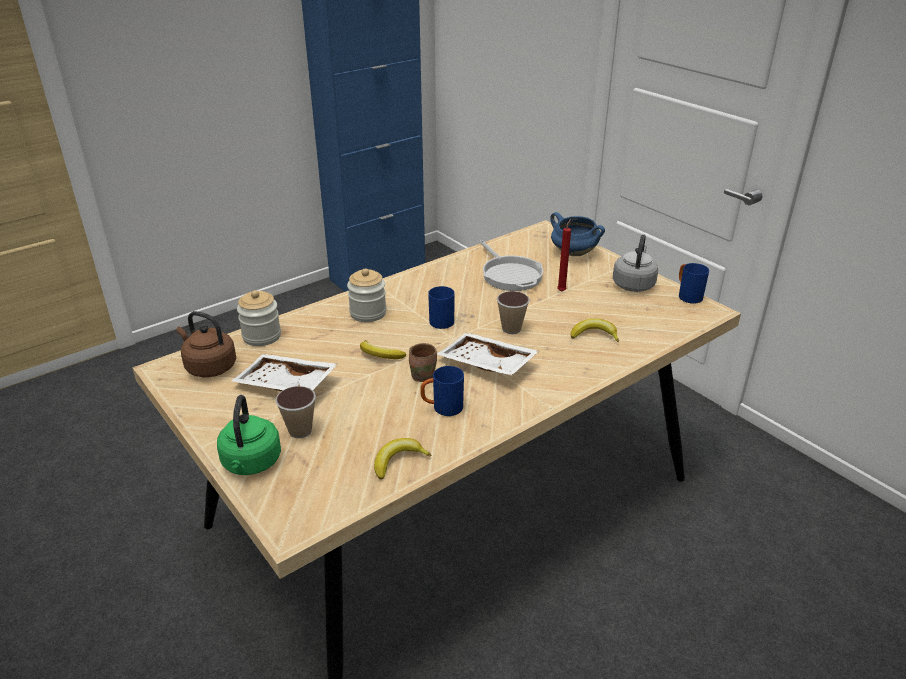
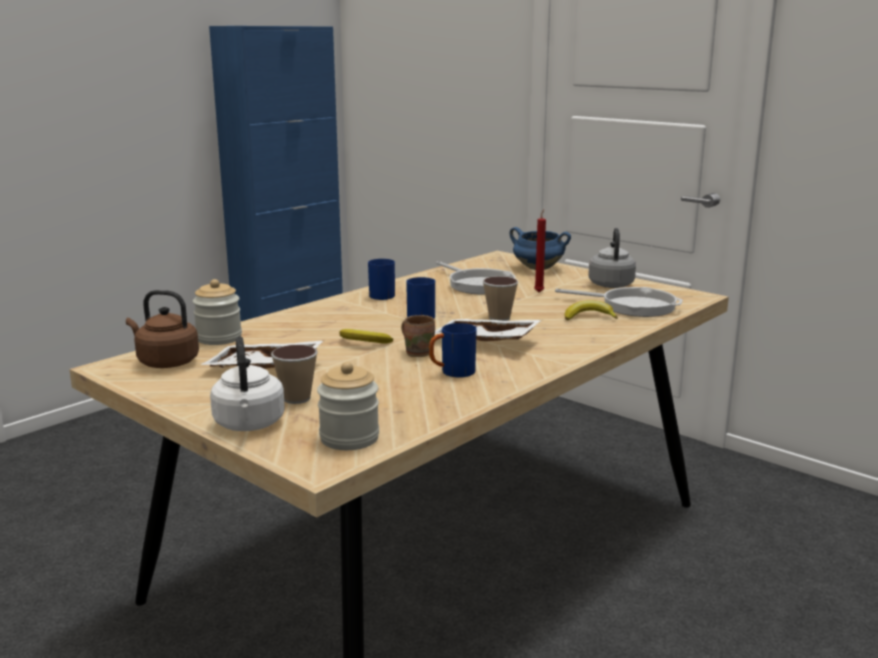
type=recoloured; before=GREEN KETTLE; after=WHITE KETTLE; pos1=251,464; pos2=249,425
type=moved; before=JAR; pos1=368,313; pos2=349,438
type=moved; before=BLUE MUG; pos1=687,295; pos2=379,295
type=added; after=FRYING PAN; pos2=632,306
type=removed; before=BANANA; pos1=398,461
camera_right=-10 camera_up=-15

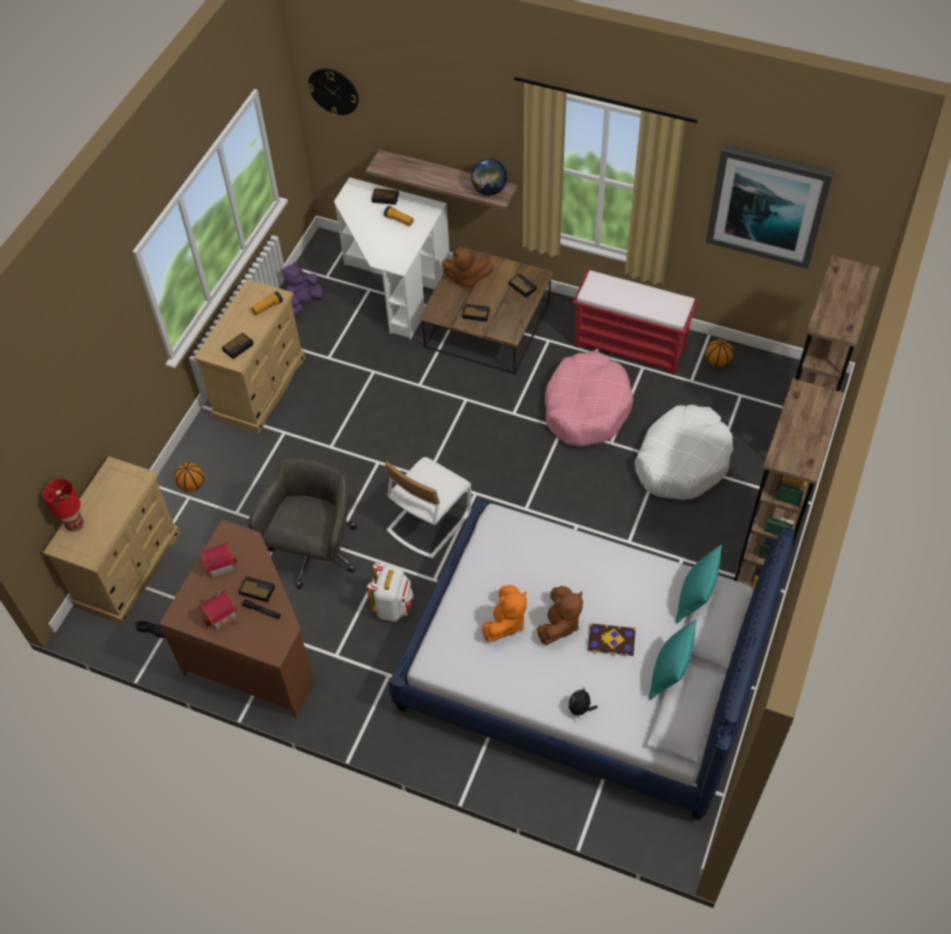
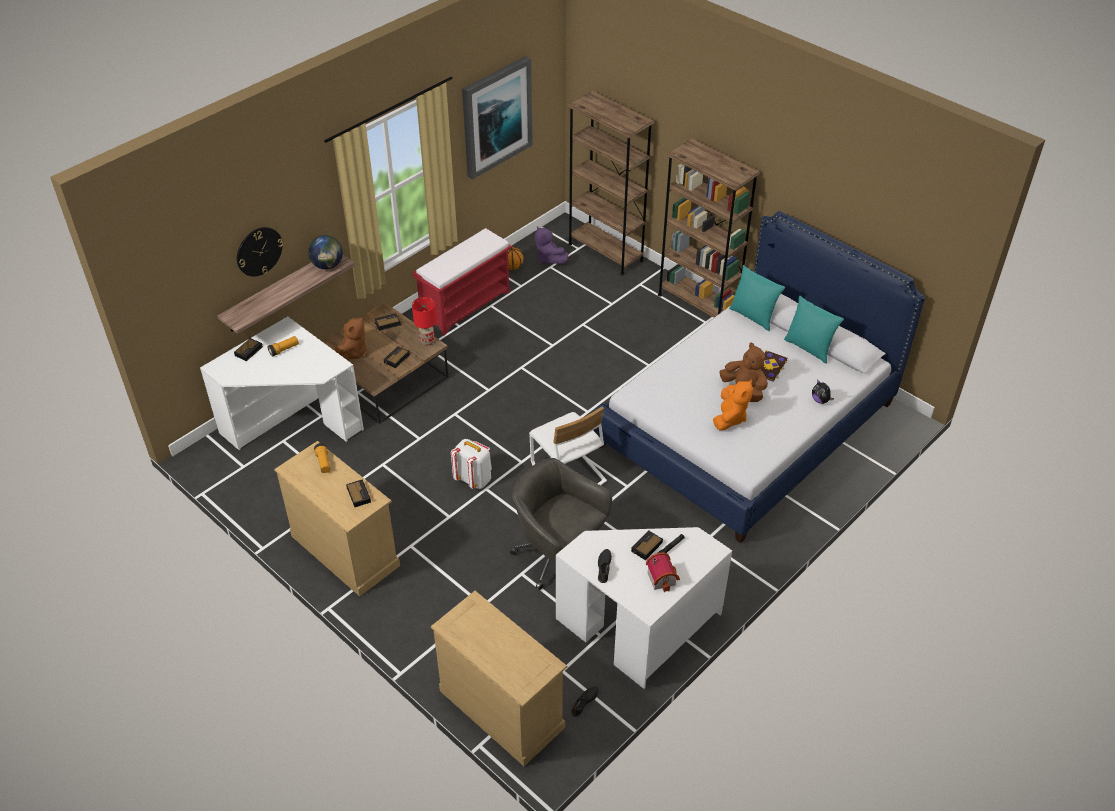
type=moved; before=WALL CLOCK; pos1=333,91; pos2=259,251
type=moved; before=RED TABLE LAMP; pos1=75,525; pos2=427,341
type=moved; before=WHITE BACKPACK; pos1=393,606; pos2=474,479
type=moved; before=PURPLE PLUSH TOY; pos1=304,303; pos2=549,259
type=recoloured; before=BROWN DESK; after=WHITE DESK; pos1=255,649; pos2=640,627
type=replaced; before=TOY HOUSE; after=BLACK SHOE; pos1=219,563; pos2=604,567
type=turned; before=ORANGE PLUSH TOY; pos1=505,623; pos2=730,418; turn=60
type=removed; before=BASKETBALL; pos1=192,485
type=removed; before=PINK DOG BED; pos1=586,407
type=removed; before=WHITE DOG BED; pos1=682,460
camera_right=-70 camera_up=-10

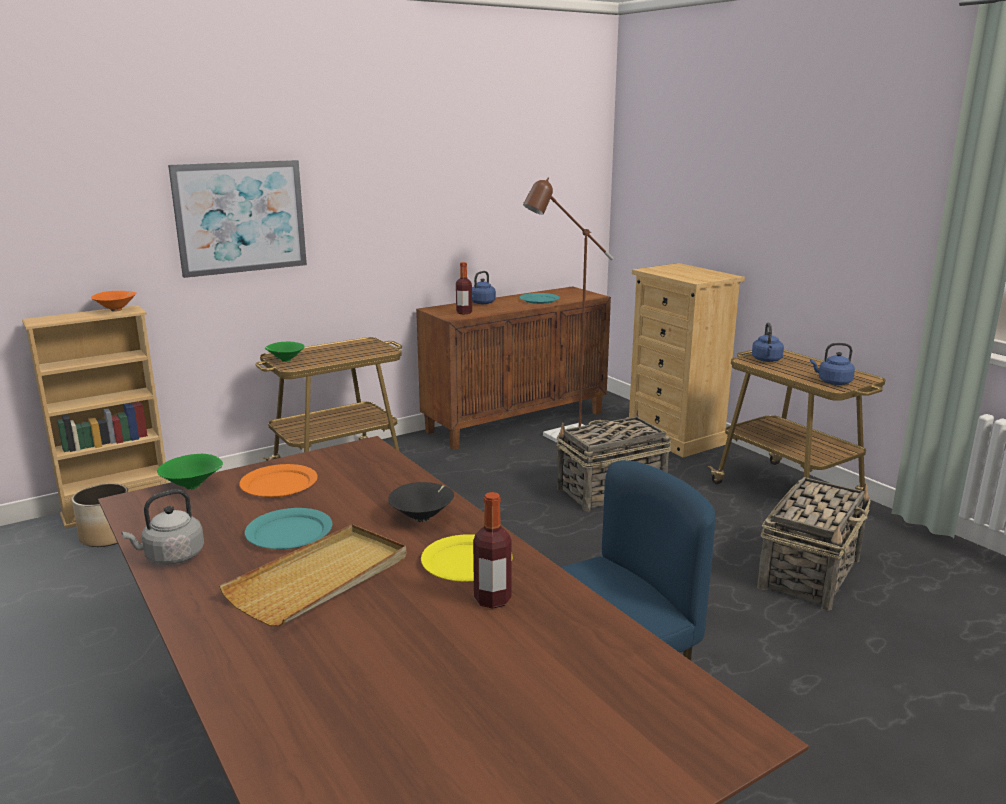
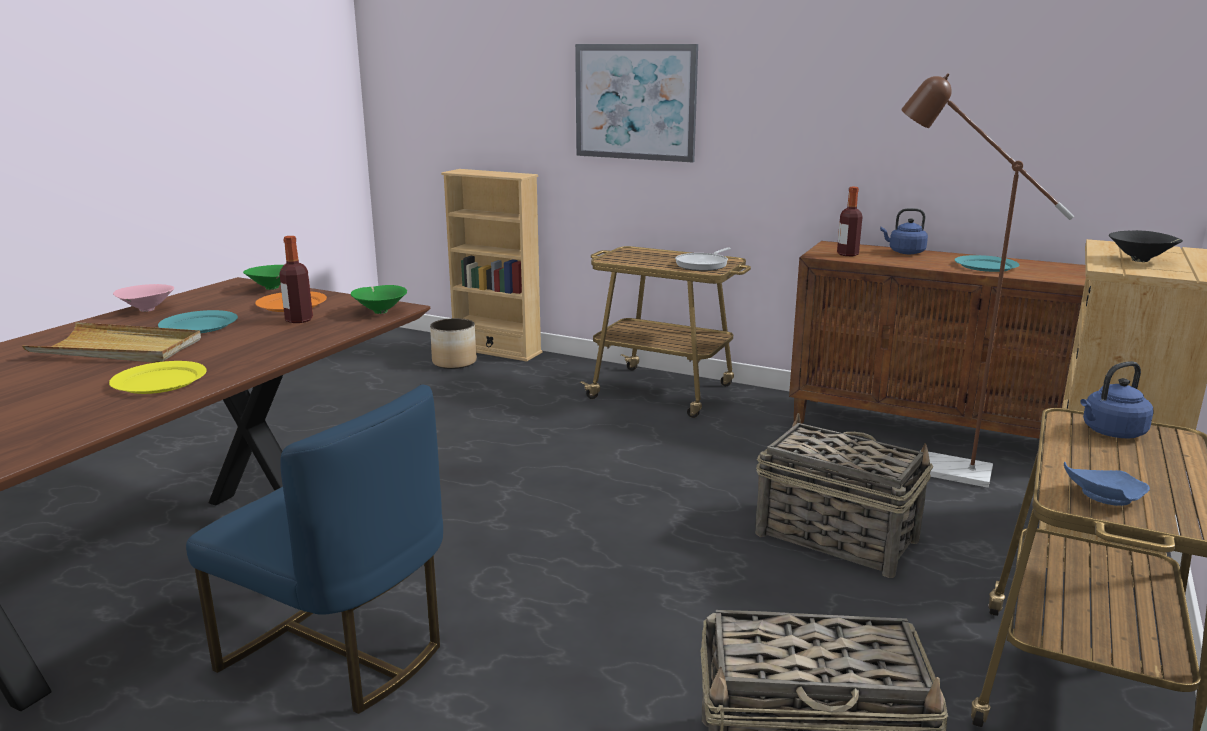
type=replaced; before=GREY KETTLE; after=PINK BOWL; pos1=171,557; pos2=146,310
type=moved; before=BOTTLE; pos1=492,600; pos2=299,320
type=moved; before=GREEN BOWL; pos1=285,360; pos2=380,311
type=added; after=FRYING PAN; pos2=703,265
type=replaced; before=BLUE KETTLE; after=BLUE PLATE; pos1=832,382; pos2=1101,497
type=moved; before=BLACK BOWL; pos1=423,518; pos2=1142,260
type=removed; before=ORANGE BOWL; pos1=117,310
camera_right=60 camera_up=0

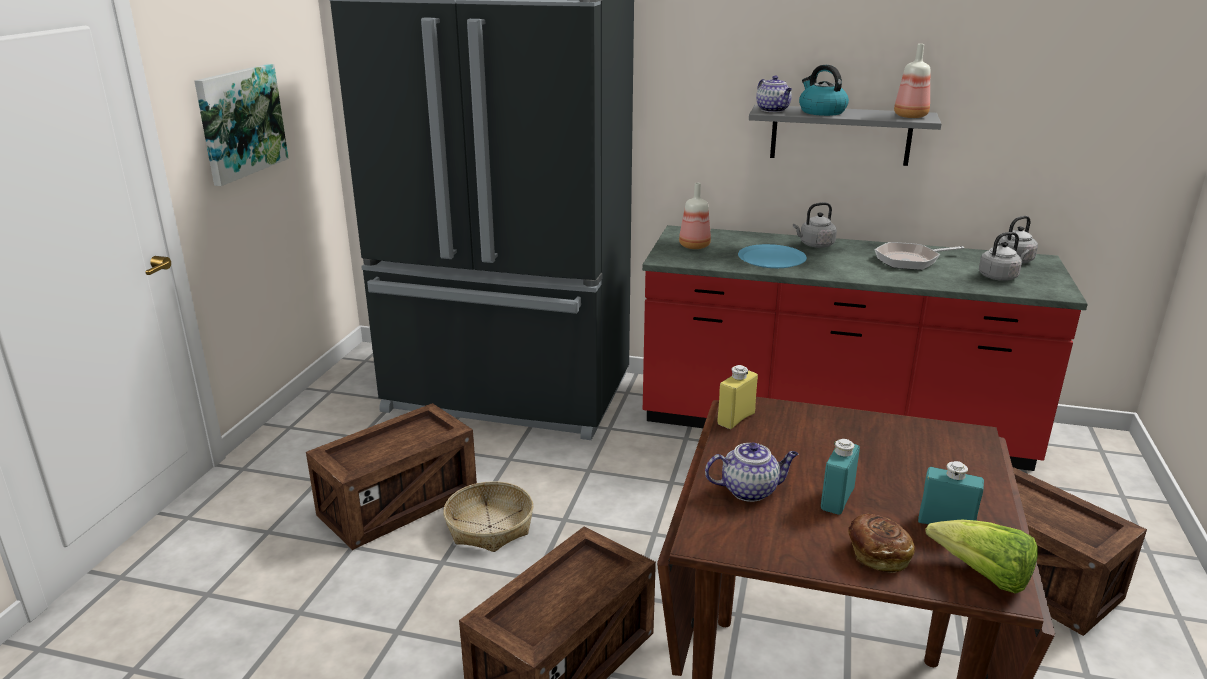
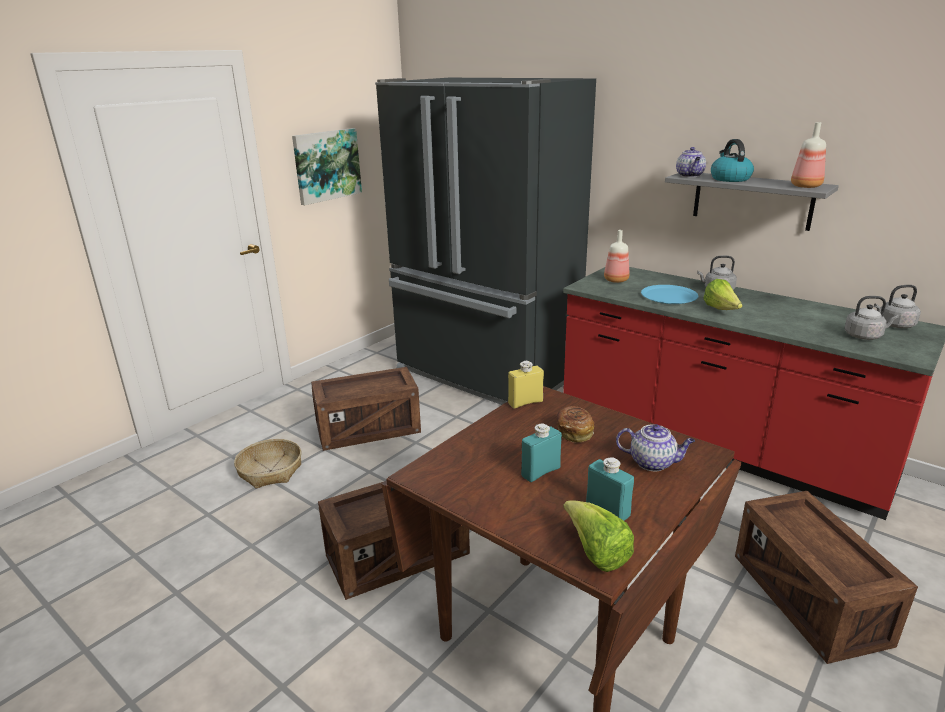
type=moved; before=BASKET; pos1=489,526; pos2=270,470
type=moved; before=BREAD; pos1=877,554; pos2=574,432
type=moved; before=TEAPOT; pos1=750,490; pos2=653,463
type=added; after=LETTUCE; pos2=721,310
type=removed; before=FRYING PAN; pos1=910,260
camera_right=25 camera_up=0

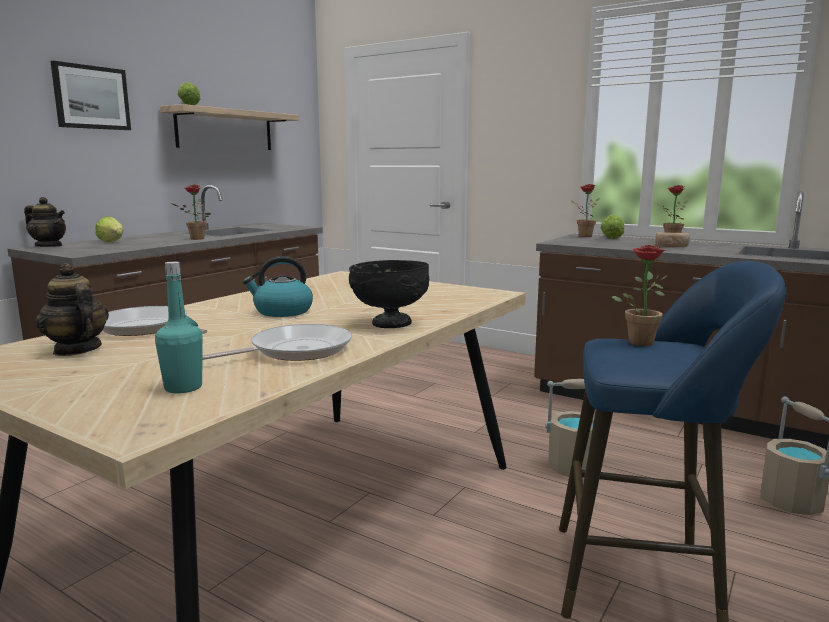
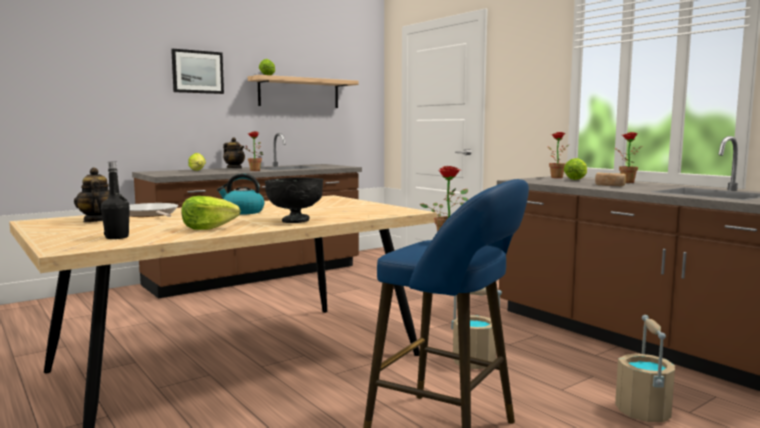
type=recoloured; before=TURQUOISE BOTTLE; after=BLACK BOTTLE; pos1=183,388; pos2=117,237
type=replaced; before=FRYING PAN; after=LETTUCE; pos1=295,350; pos2=208,228
type=moved; before=TEAPOT; pos1=49,246; pos2=234,168
camera_right=20 camera_up=-5

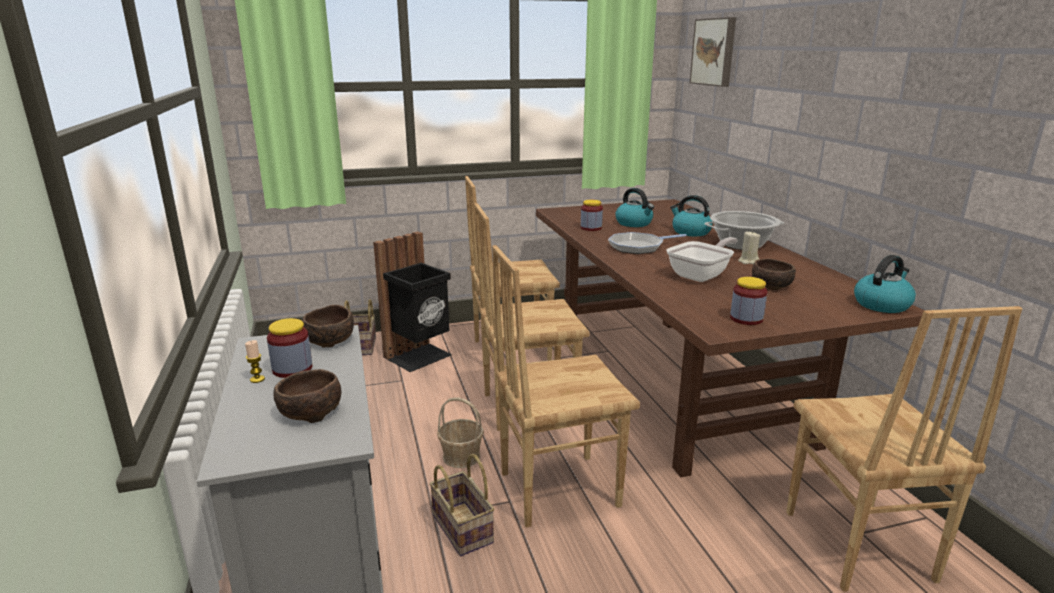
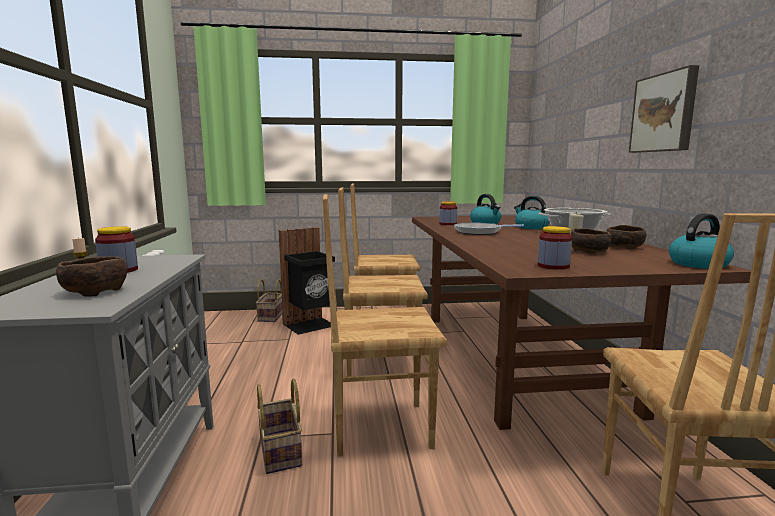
type=moved; before=BROWN BOWL; pos1=330,341; pos2=624,247
type=moved; before=PICTURE; pos1=714,52; pos2=664,113
type=removed; before=BASKET; pos1=461,456
type=removed; before=FRYING PAN; pos1=702,275
camera_right=10 camera_up=-10

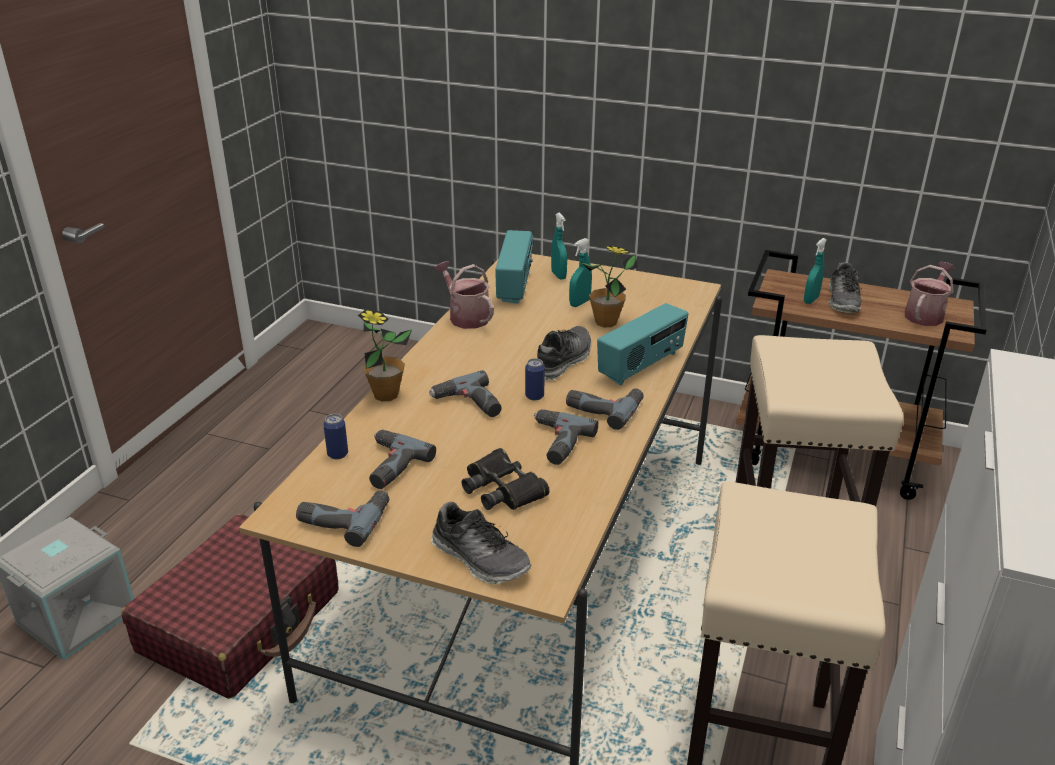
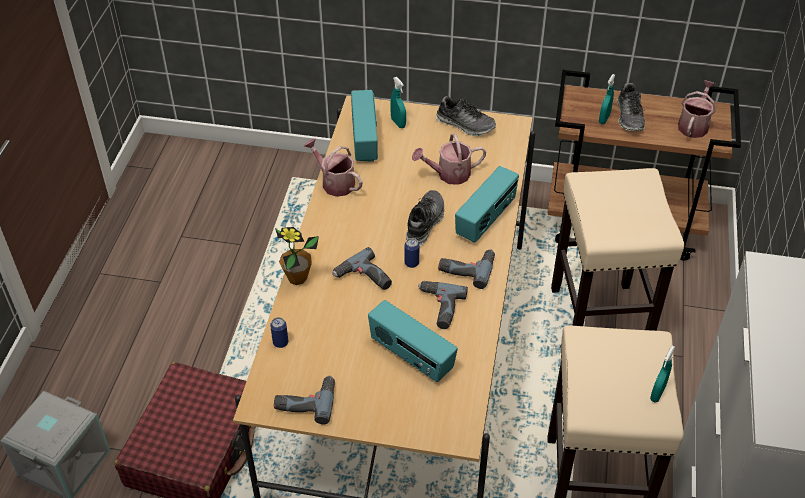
type=replaced; before=BLACK BINOCULARS; after=RADIO; pos1=502,488; pos2=411,357
type=replaced; before=POTTED PLANT; after=WATERING CAN; pos1=606,322; pos2=449,174
type=moved; before=SHOE; pos1=480,559; pos2=465,124
type=moved; before=TURQUOISE SPRAY BOTTLE; pos1=579,303; pos2=657,393
type=removed; before=POWER DRILL; pos1=388,465
camera_right=-10 camera_up=15

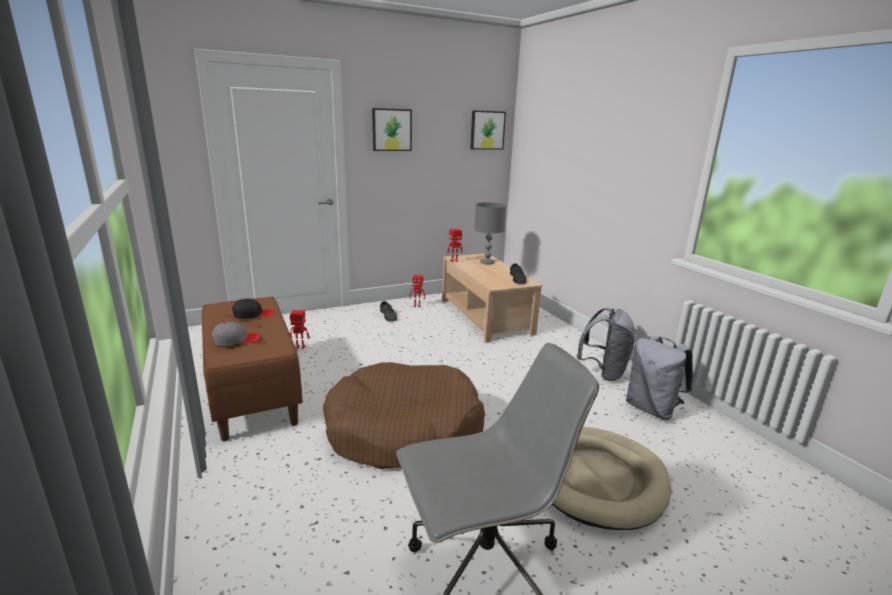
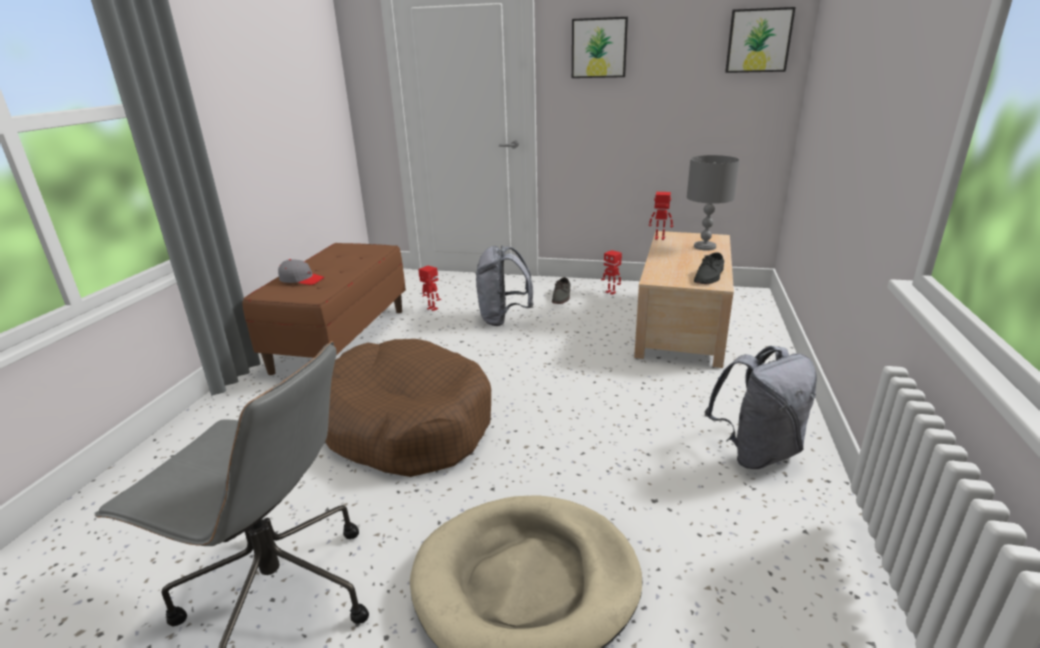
type=moved; before=GREY BACKPACK; pos1=652,409; pos2=503,319
type=removed; before=BLACK CAP; pos1=253,314
camera_right=40 camera_up=5

